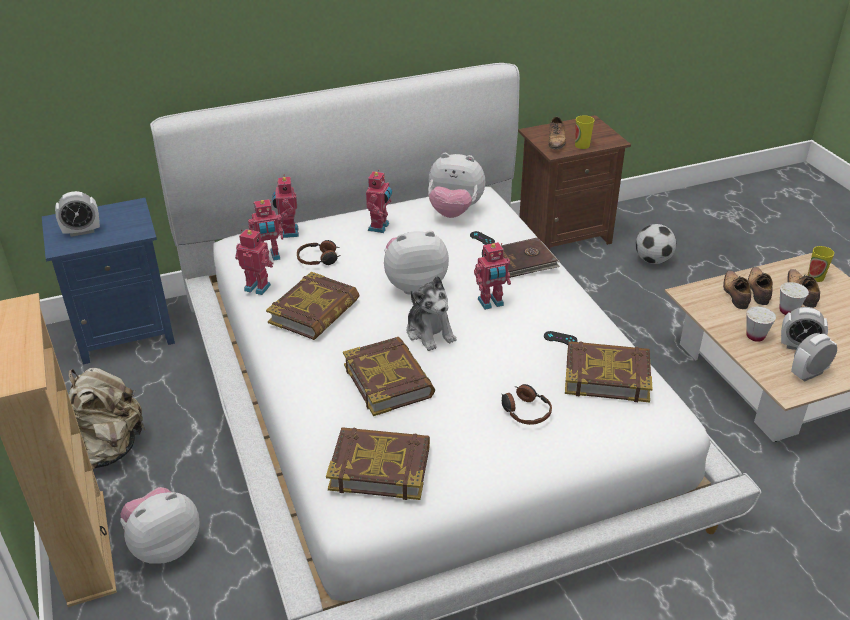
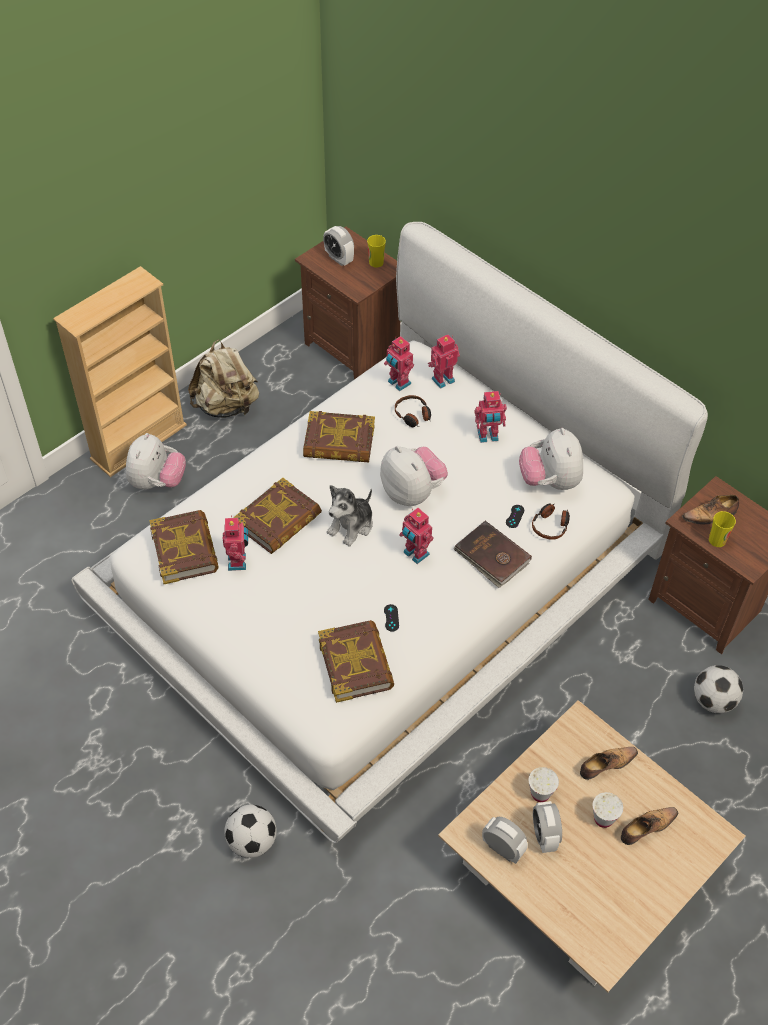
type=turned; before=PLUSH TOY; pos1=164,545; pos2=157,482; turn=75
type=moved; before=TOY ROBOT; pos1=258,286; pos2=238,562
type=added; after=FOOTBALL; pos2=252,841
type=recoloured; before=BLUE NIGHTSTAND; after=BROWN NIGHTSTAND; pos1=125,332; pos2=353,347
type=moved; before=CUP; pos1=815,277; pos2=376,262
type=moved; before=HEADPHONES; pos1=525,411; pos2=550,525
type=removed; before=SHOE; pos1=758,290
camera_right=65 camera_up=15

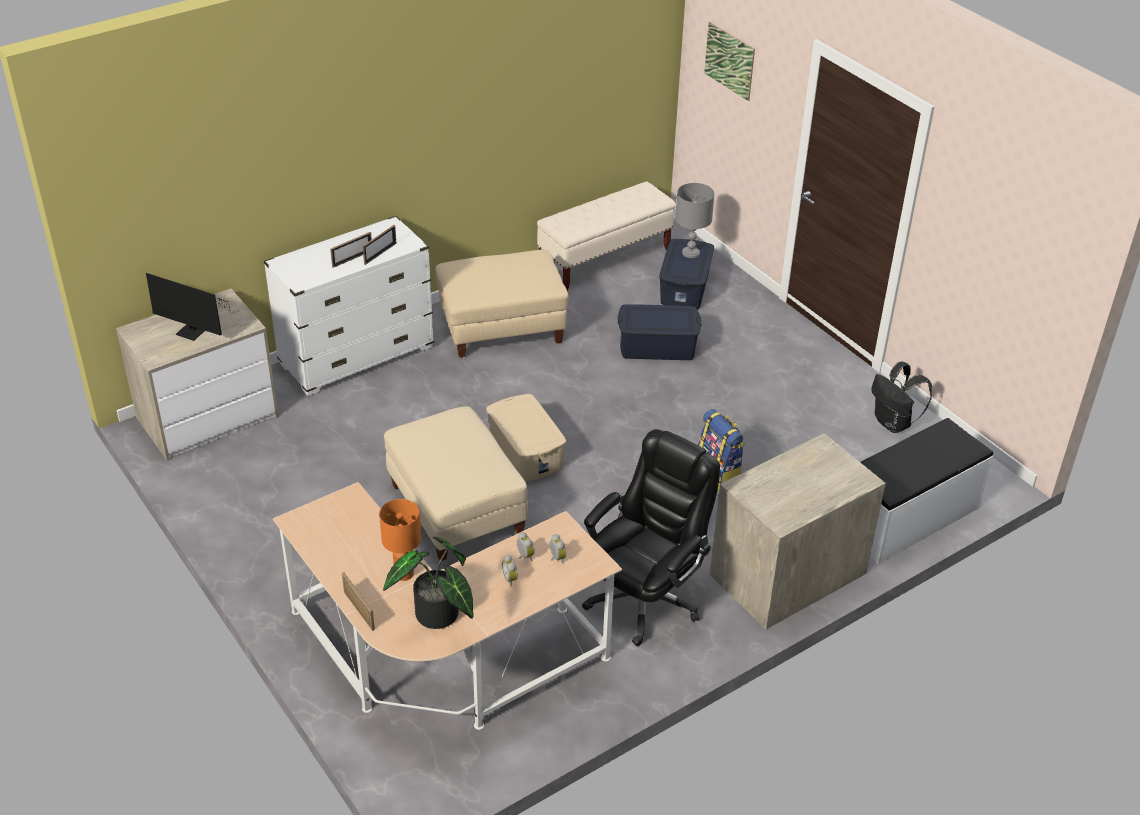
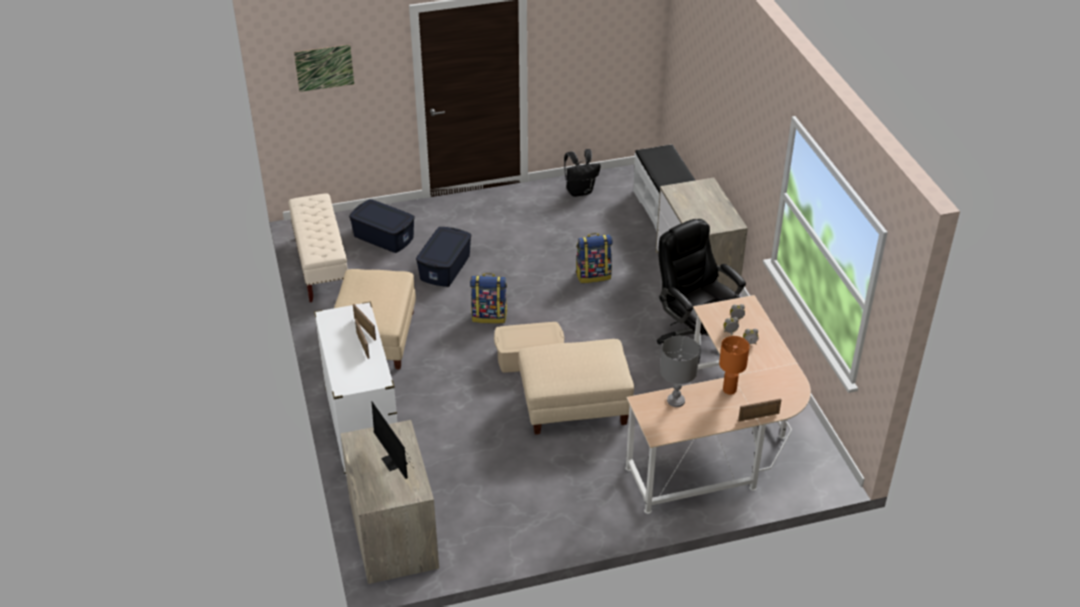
type=turned; before=MONITOR; pos1=194,333; pos2=395,464; turn=105
type=added; after=BACKPACK; pos2=489,316
type=moved; before=GREY TABLE LAMP; pos1=690,253; pos2=675,401
type=removed; before=POTTED PLANT; pos1=437,618
camera_right=-70 camera_up=0

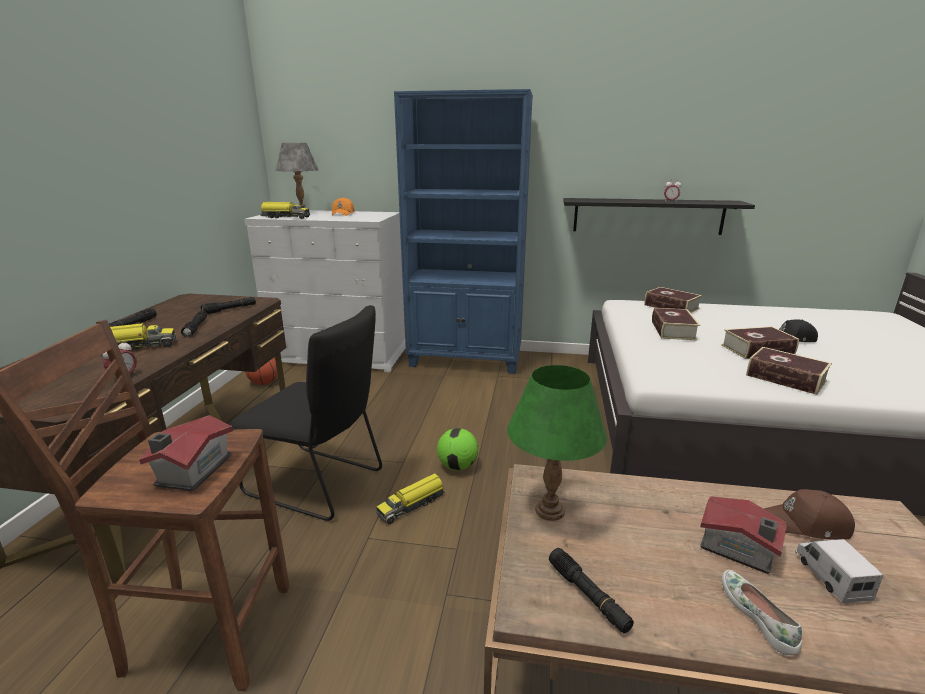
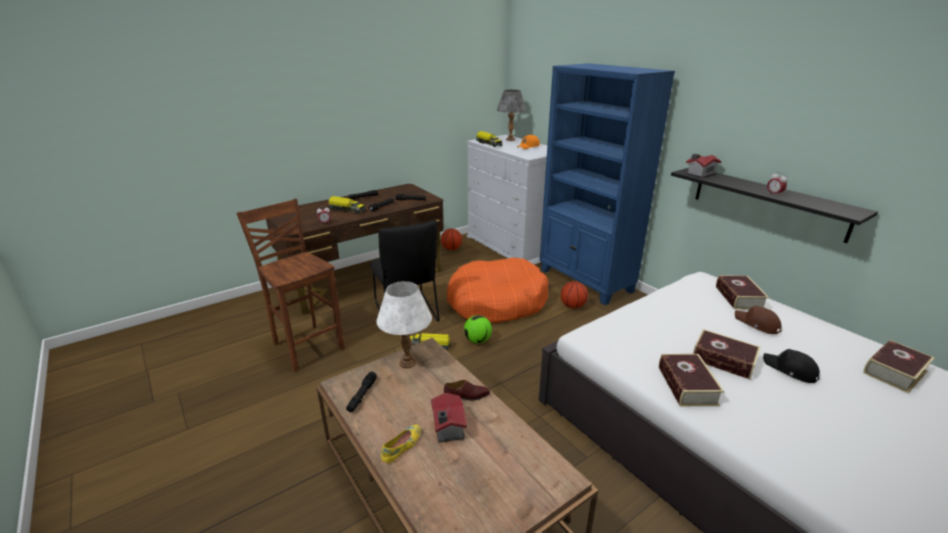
type=recoloured; before=GREEN TABLE LAMP; after=WHITE TABLE LAMP; pos1=550,510; pos2=408,363
type=recoloured; before=WHITE SHOE; after=YELLOW SHOE; pos1=757,615; pos2=402,446
type=added; after=BROWN SHOE; pos2=467,396
type=added; after=ORANGE DOG BED; pos2=496,302
type=added; after=BASKETBALL; pos2=572,306
type=moved; before=TOY HOUSE; pos1=191,471; pos2=699,174
type=moved; before=BROWN CAP; pos1=806,524; pos2=757,324
type=moved; before=BOOK; pos1=673,330; pos2=894,372
type=removed; before=TOY TRUCK; pos1=831,577
camera_right=45 camera_up=5

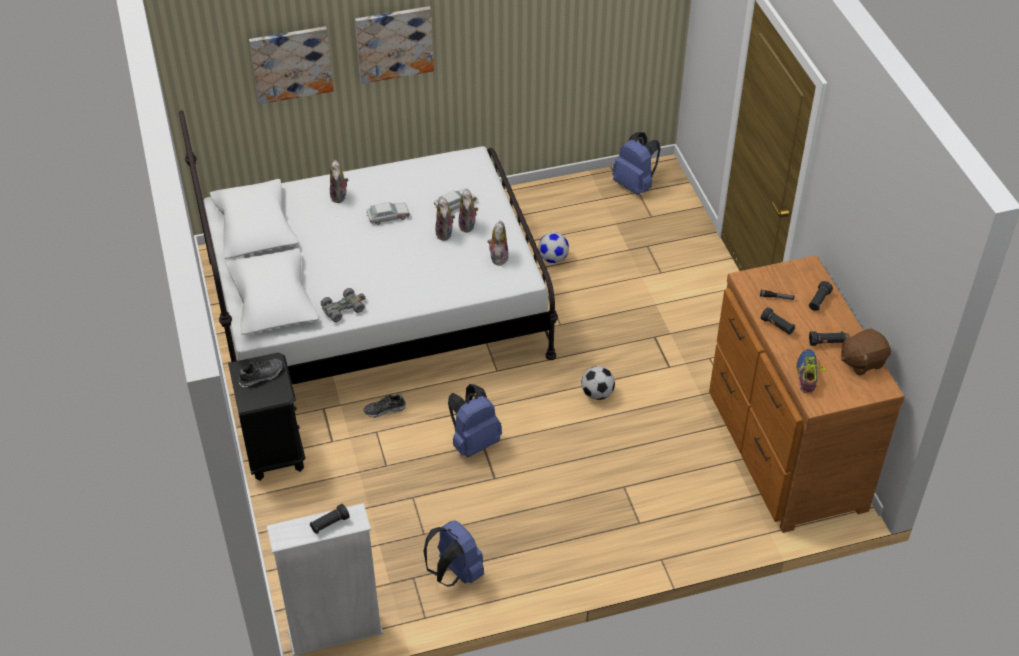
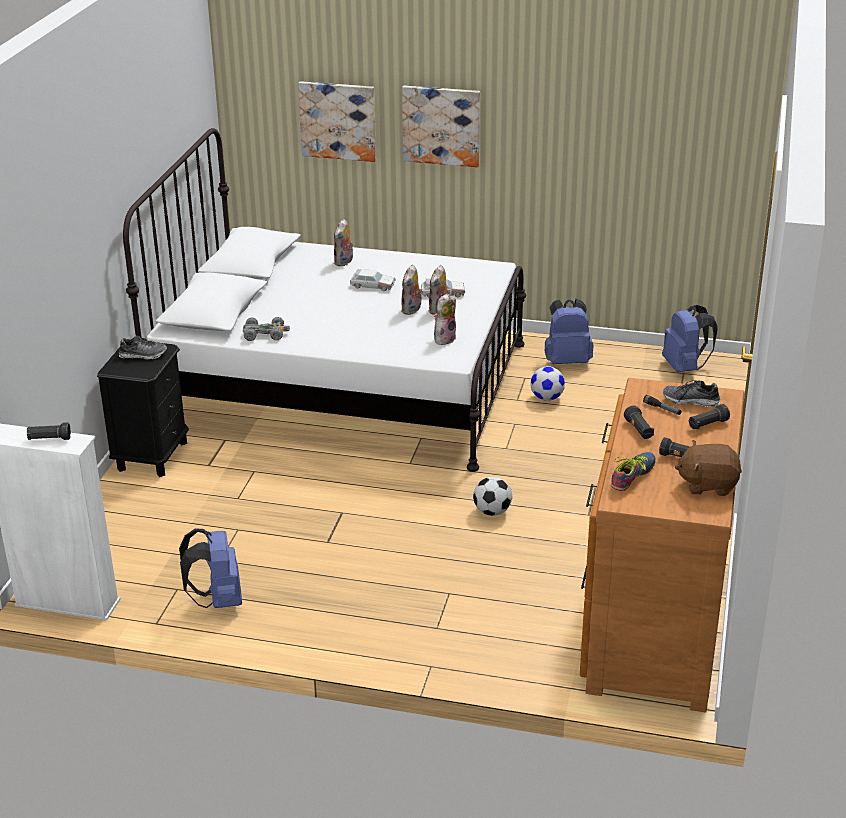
type=moved; before=BLUE BACKPACK; pos1=474,442; pos2=567,361
type=moved; before=SHOE; pos1=385,410; pos2=690,401
camera_right=30 camera_up=-15

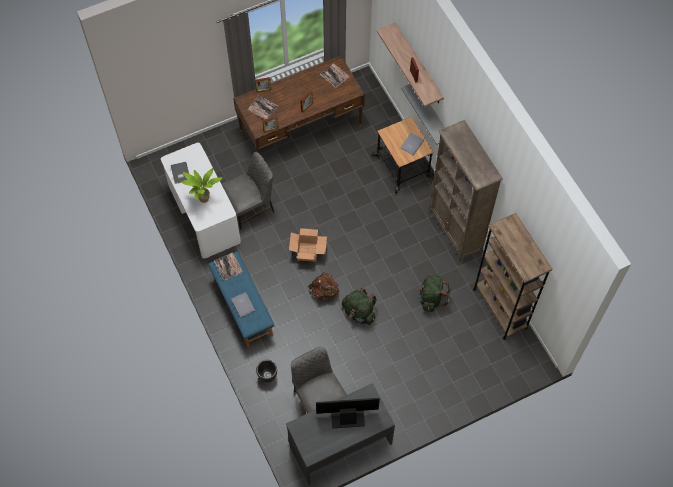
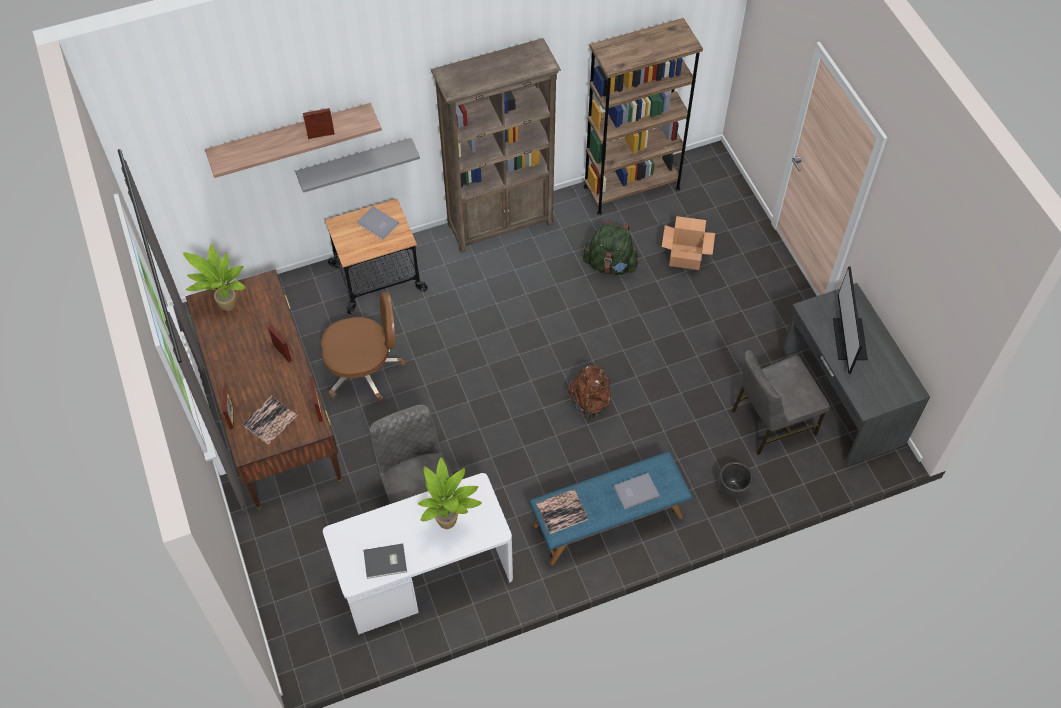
type=replaced; before=BOOK; after=POTTED PLANT; pos1=334,75; pos2=226,308
type=added; after=BROWN OFFICE CHAIR; pos2=365,370
type=moved; before=CARDBOARD BOX; pos1=307,251; pos2=684,257
type=removed; before=GREEN BACKPACK; pos1=359,313
camera_right=-85 camera_up=-5

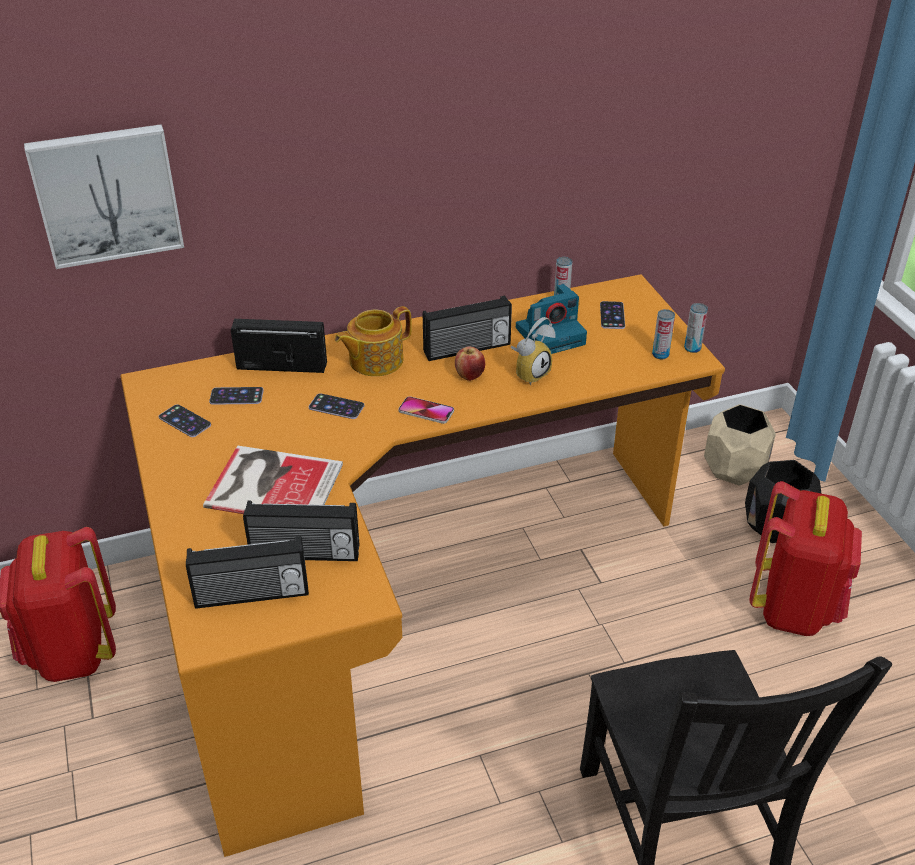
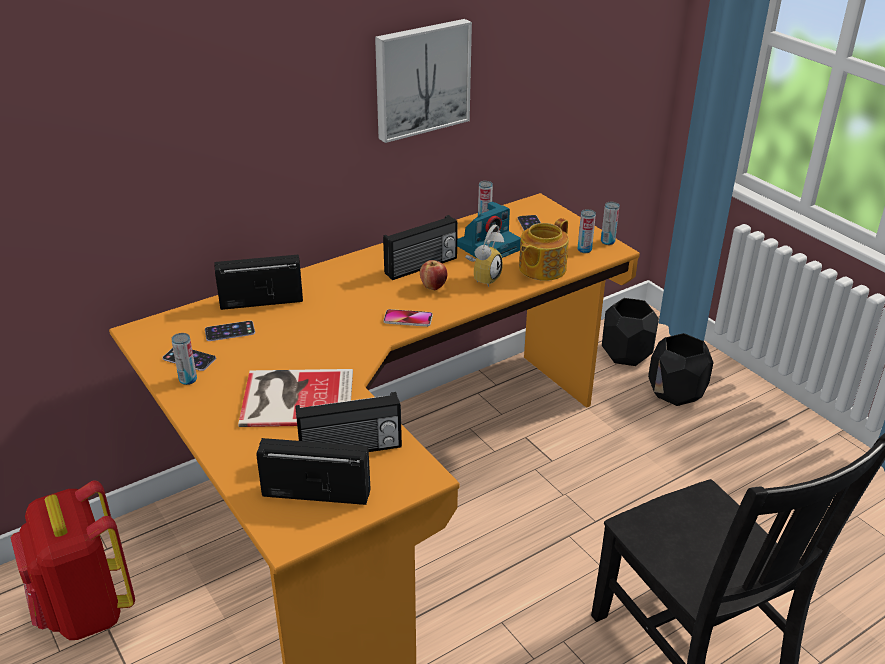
type=added; after=CAN; pos2=188,380
type=turned; before=RADIO; pos1=252,595; pos2=316,492; turn=-150
type=moved; before=PICTURE; pos1=107,194; pos2=421,79
type=moved; before=TEAPOT; pos1=374,360; pos2=541,268
type=recoloured; before=BEIGE PLANTER; after=BLACK PLANTER; pos1=735,469; pos2=626,354
type=removed; before=PHONE; pos1=336,406
type=removed; before=RED BACKPACK; pos1=794,608
camera_right=-15 camera_up=-5

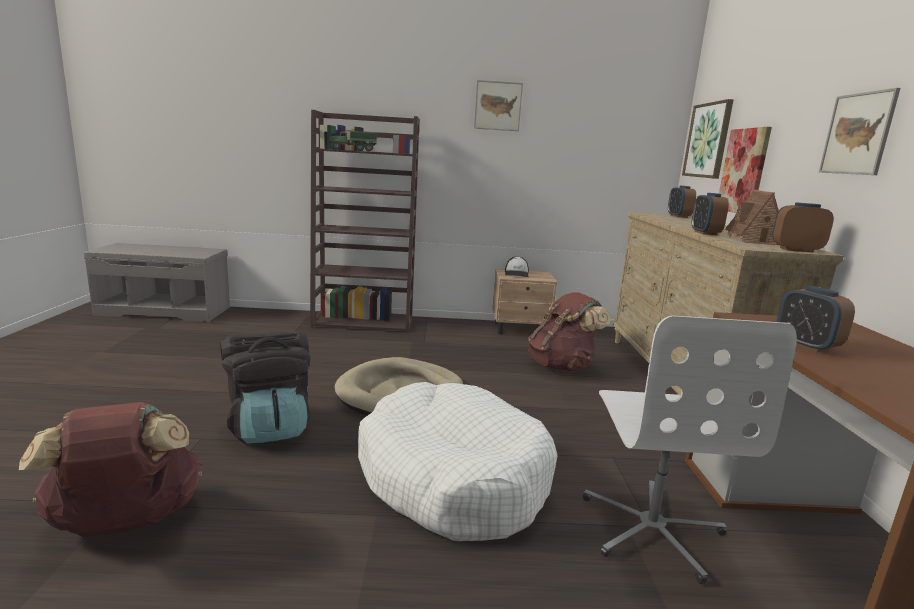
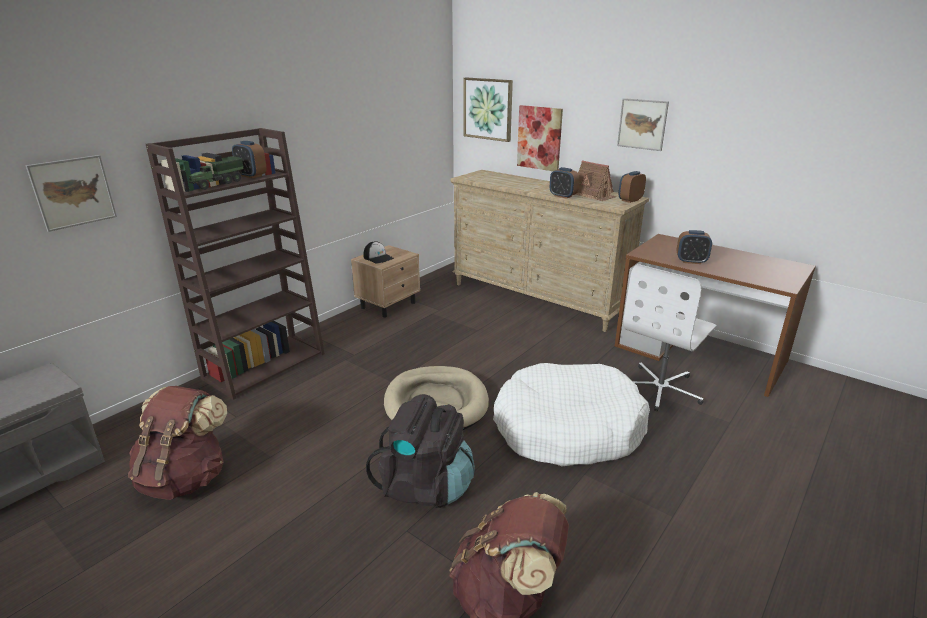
type=moved; before=PICTURE; pos1=498,106; pos2=73,192
type=moved; before=BROWN BACKPACK; pos1=562,366; pos2=185,478
type=moved; before=ALARM CLOCK; pos1=678,216; pos2=251,176
type=turned; before=WHITE OFFICE CHAIR; pos1=652,529; pos2=661,389; turn=90
camera_right=-50 camera_up=10

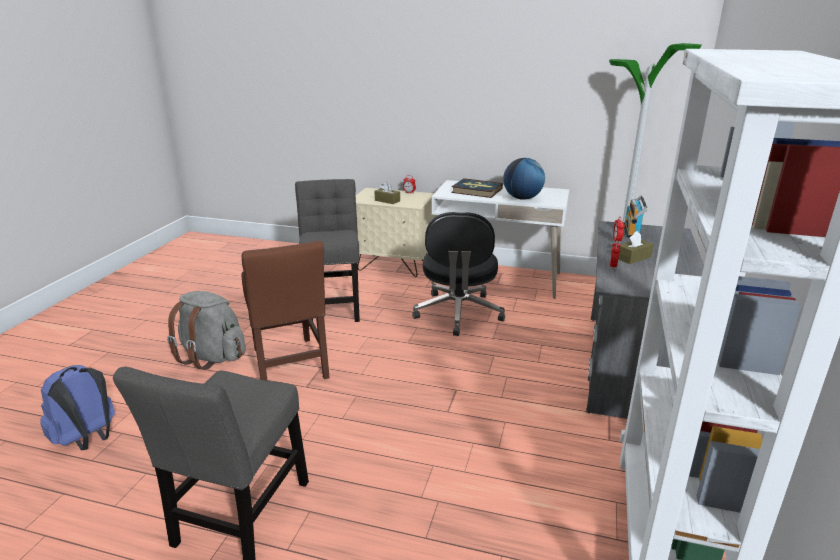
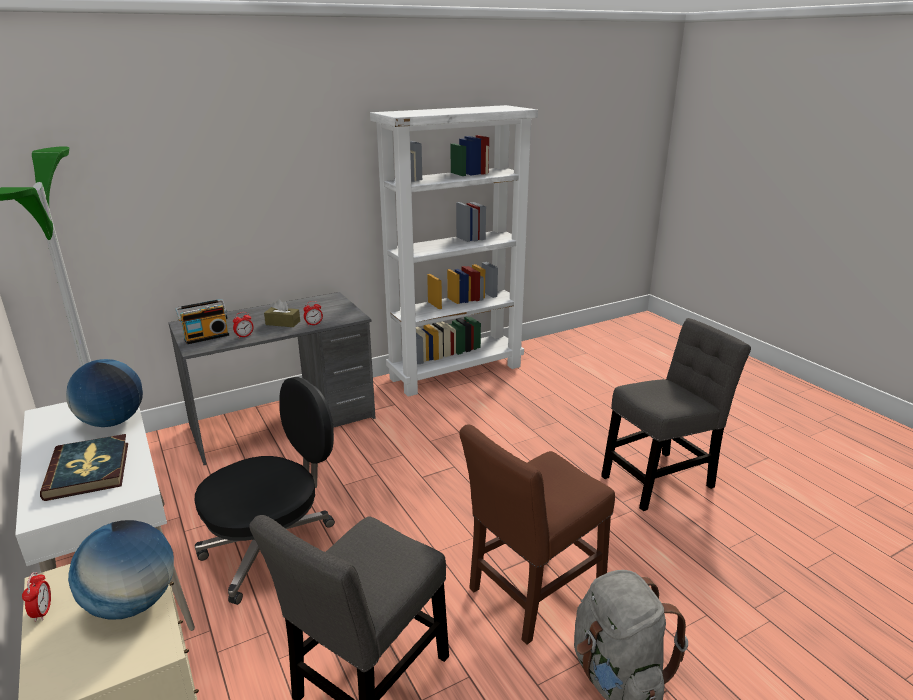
type=replaced; before=BROWN TISSUE BOX; after=GLOBE; pos1=387,200; pos2=132,603
type=turned; before=BROWN CHAIR; pos1=290,366; pos2=532,593; turn=-150
type=removed; before=BLUE BACKPACK; pos1=88,439
camera_right=-135 camera_up=0

